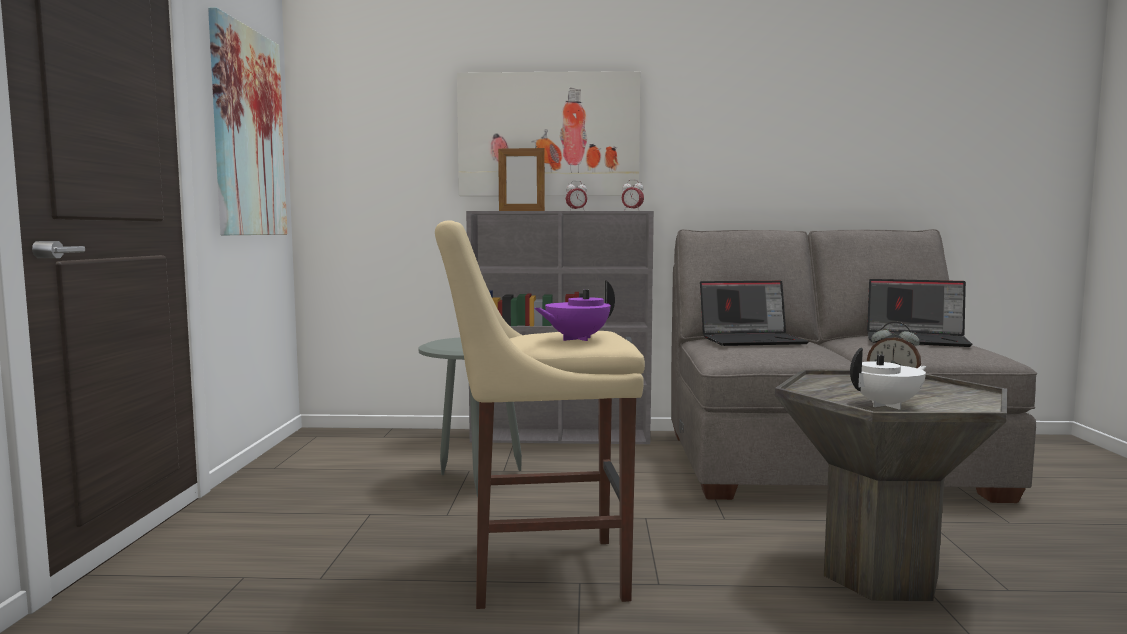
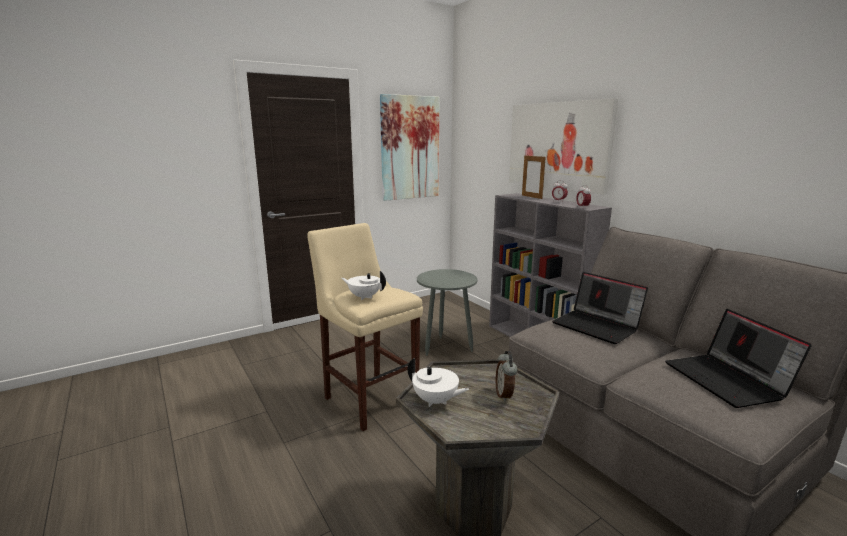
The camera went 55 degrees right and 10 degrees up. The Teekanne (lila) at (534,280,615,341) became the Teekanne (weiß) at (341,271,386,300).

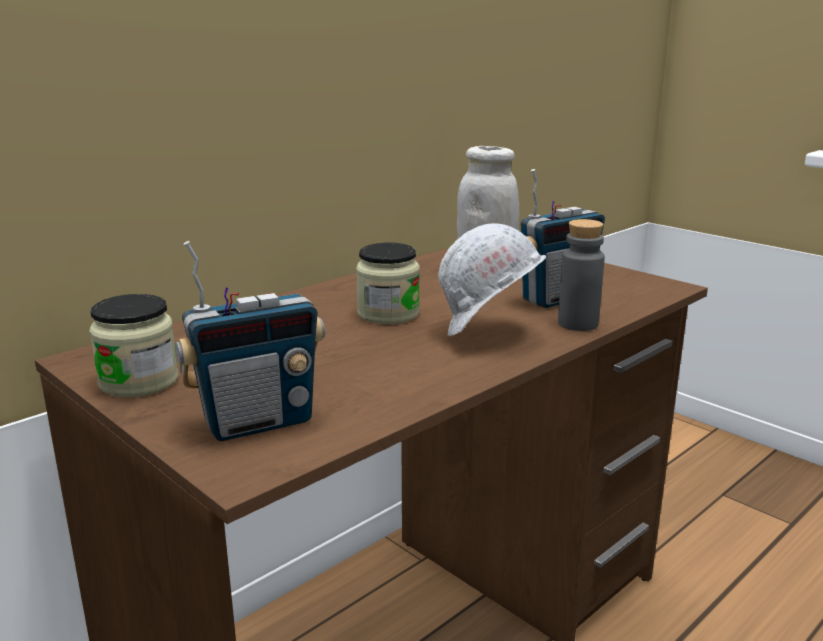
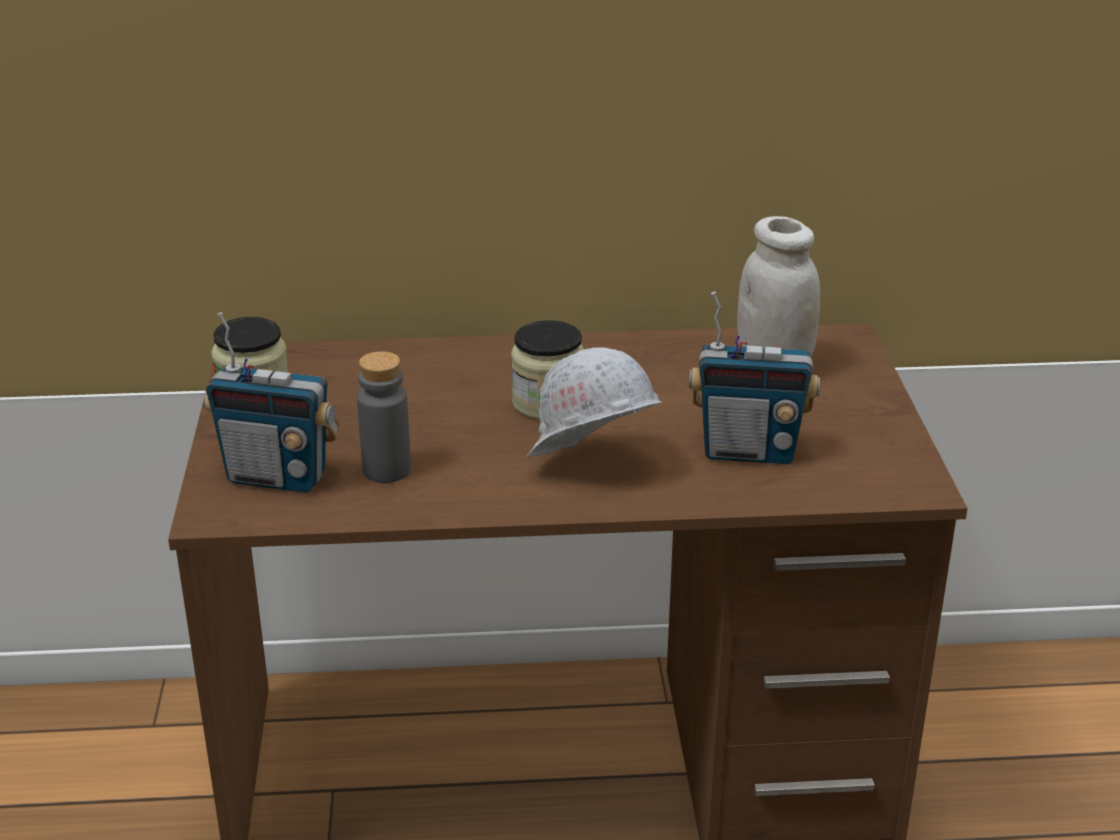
The camera went 40 degrees right and 10 degrees up. The Flasche (grau) moved from (558,219,605,331) to (357,351,411,483).

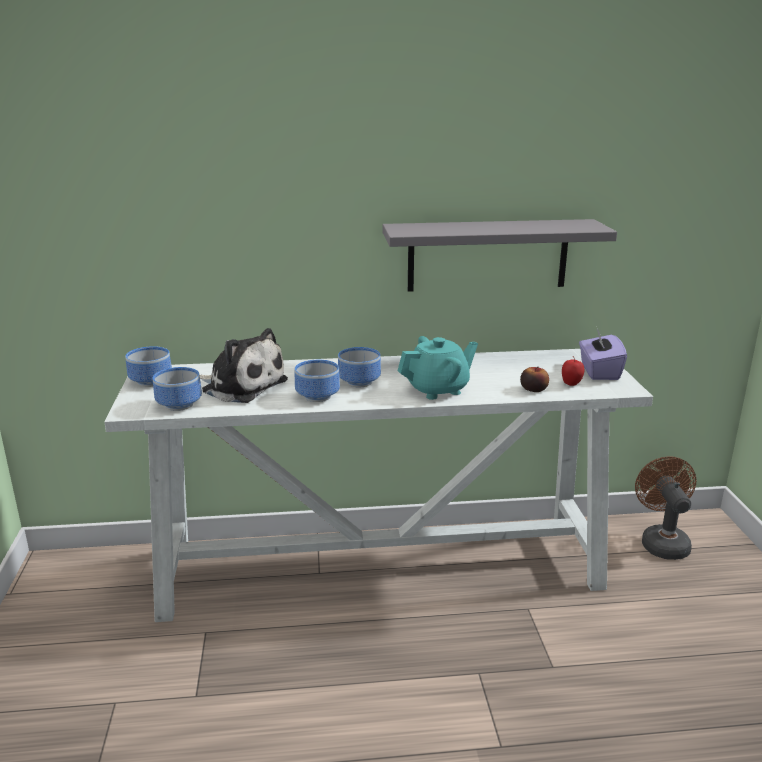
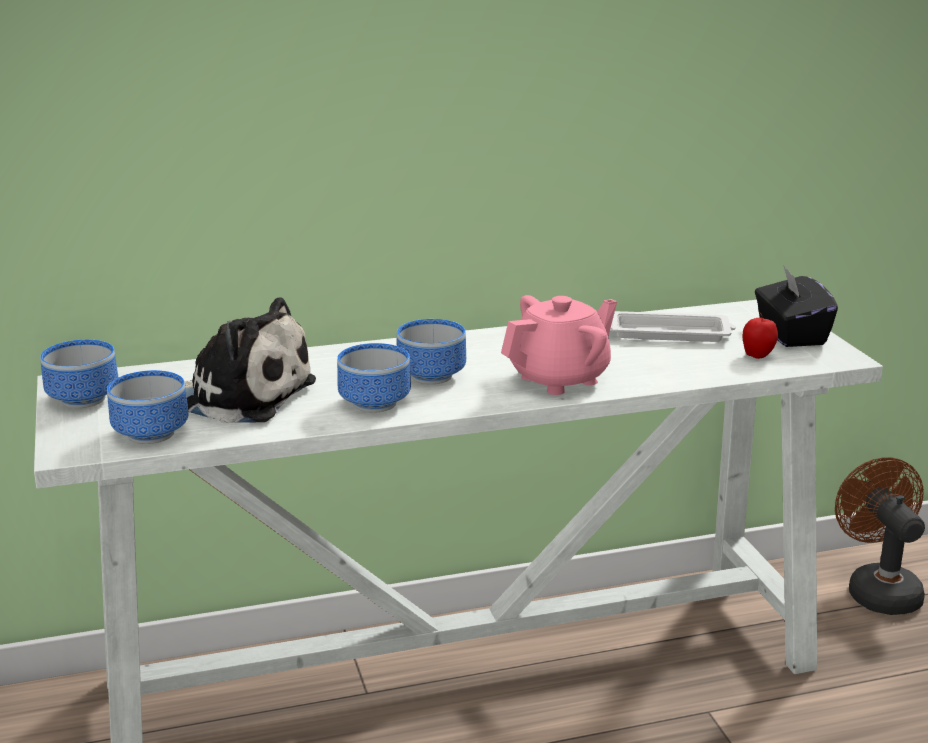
The camera went 10 degrees left and 0 degrees up. The Teekanne (türkis) at (397,336,478,400) became the Teekanne (rosa) at (501,295,617,395). The Tablett (weiß) at (610,311,736,342) appeared. The Taschentuchbox (lila) at (579,326,627,380) became the Taschentuchbox (schwarz) at (755,265,838,347). The Wandregal (grau) at (382,219,617,292) disappeared. The Apfel at (520,367,549,392) disappeared.

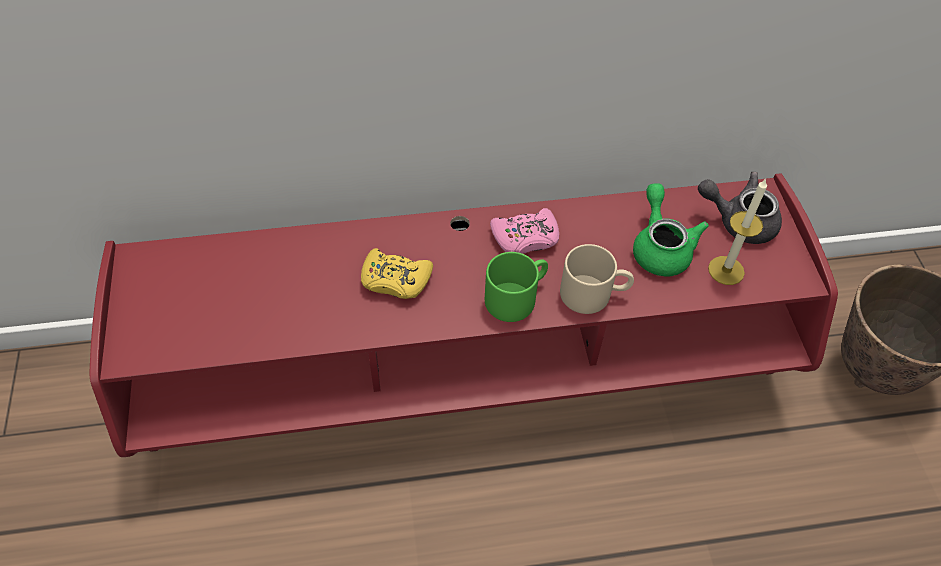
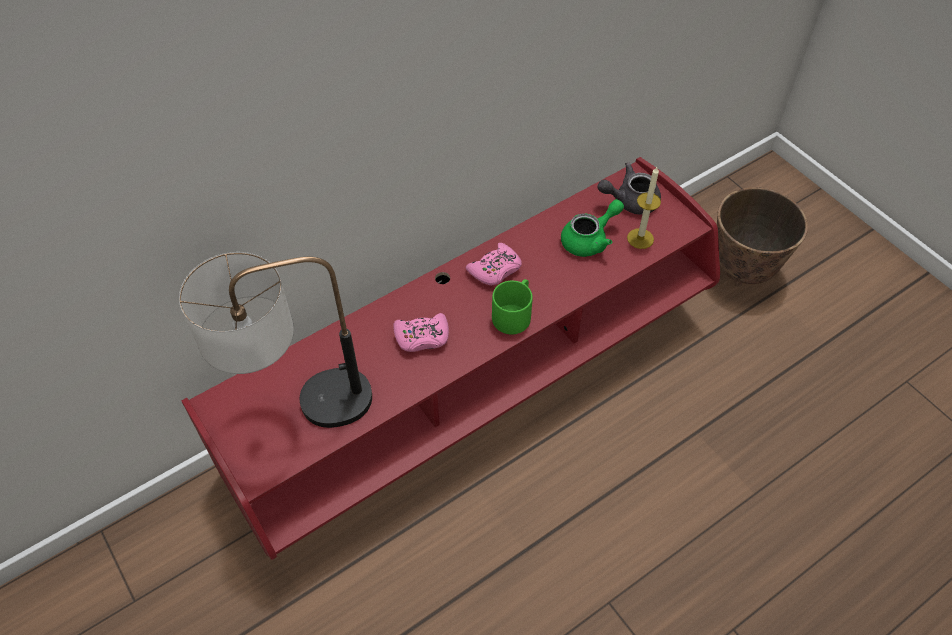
The camera went 25 degrees left and 0 degrees up. The Tischlampe at (179,252,372,428) appeared. The Gamepad (gelb) at (361,248,433,299) became the Gamepad (rosa) at (393,313,449,352). The Teekanne (grün) at (633,184,709,277) turned 90 degrees clockwise. The Henkelbecher (beige) at (560,244,634,314) disappeared.

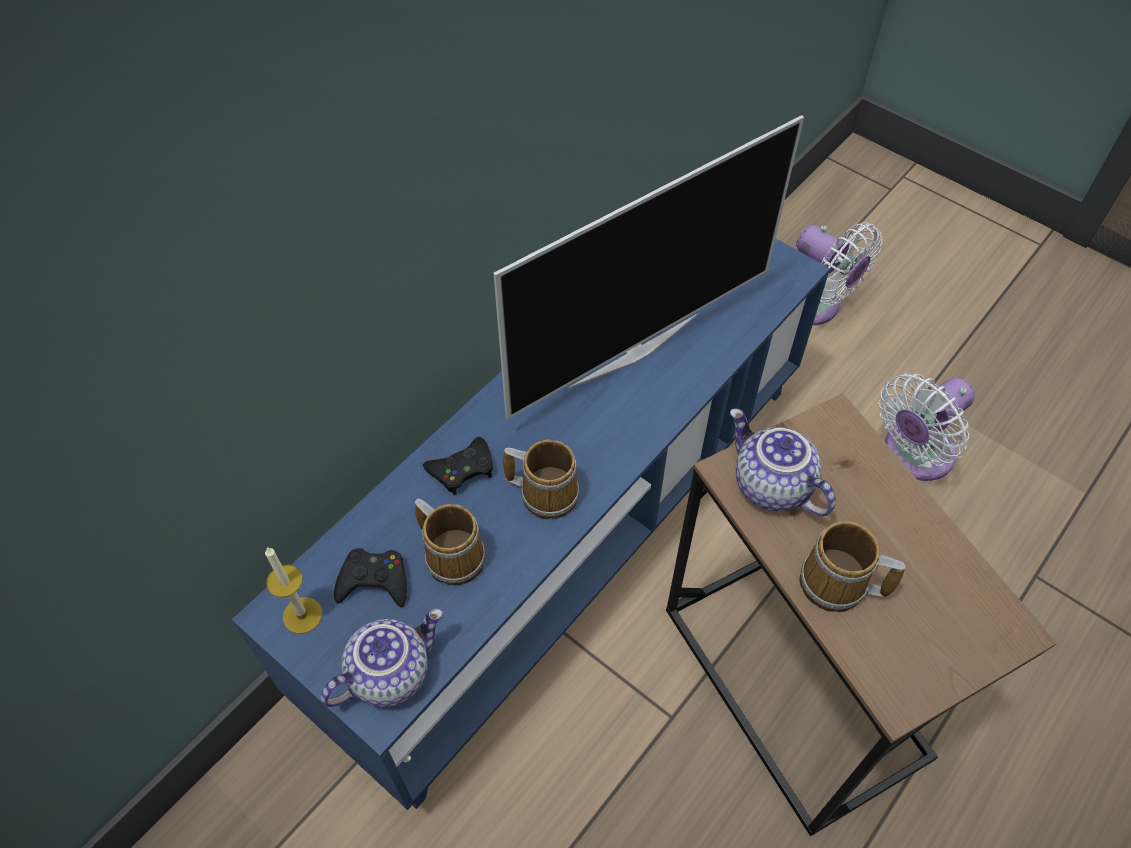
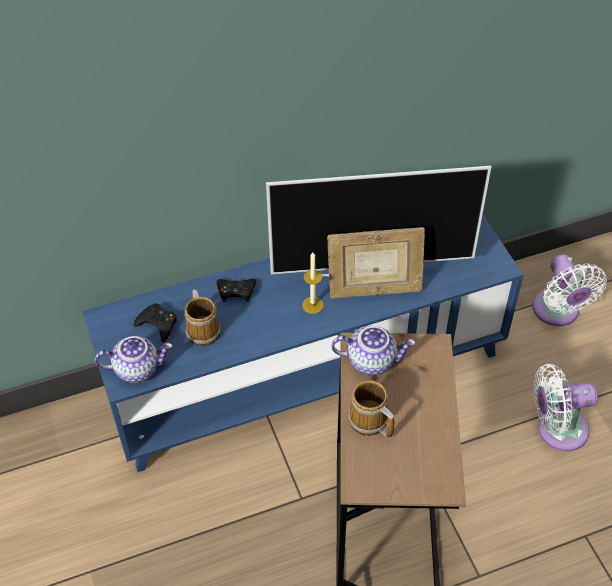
The camera went 30 degrees right and 5 degrees down. The Kerze moved from (265,547,322,634) to (302,252,324,314). The Bilderrahmen at (327,227,425,299) appeared. The Teekanne at (730,409,836,516) turned 105 degrees clockwise. The Henkelbecher at (503,439,579,519) disappeared.

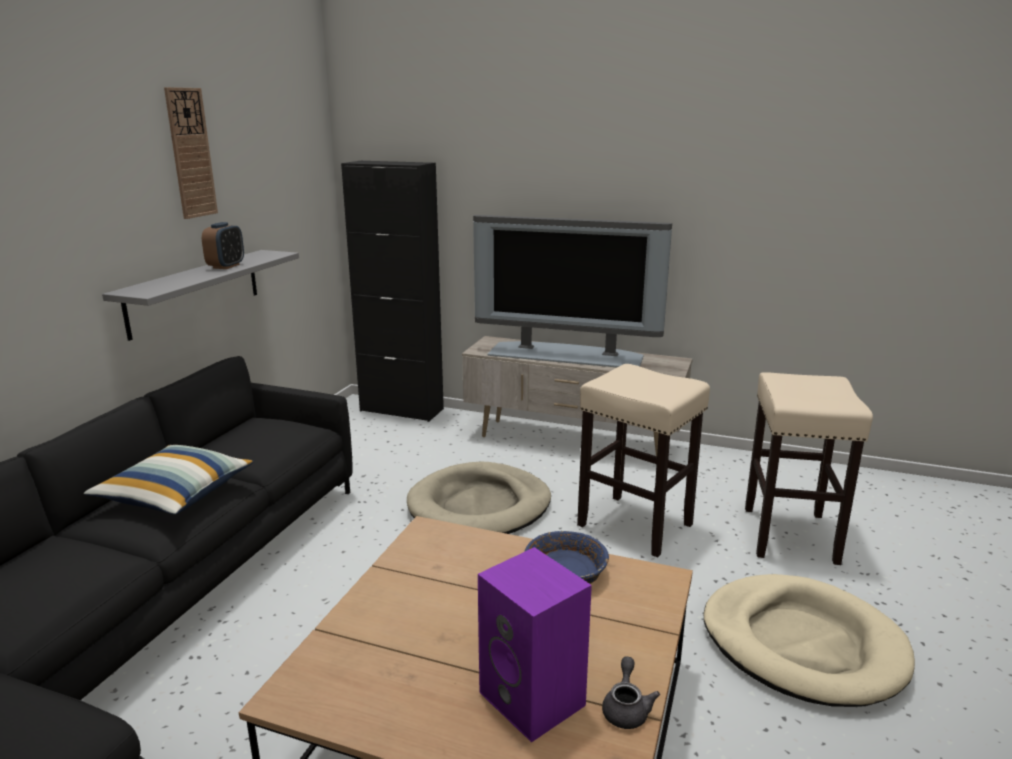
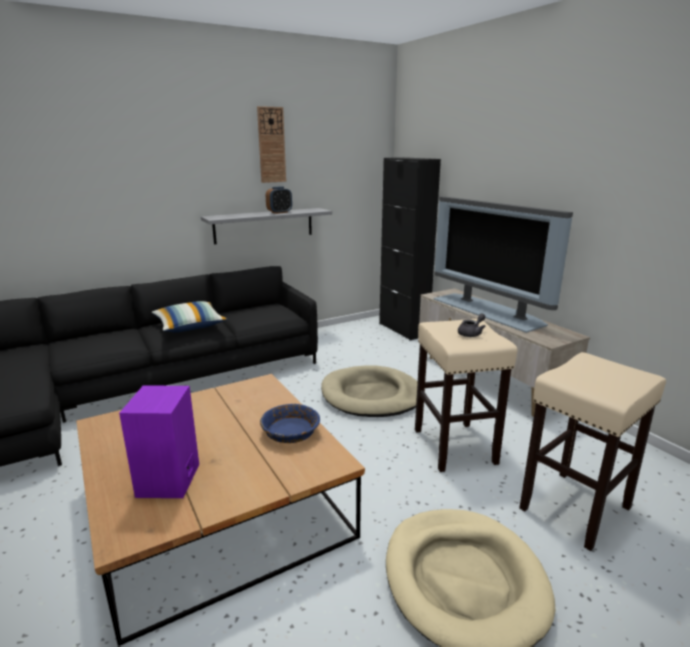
The camera went 40 degrees right and 0 degrees up. The Teekanne (grau) moved from (602,656,660,729) to (458,314,486,337).

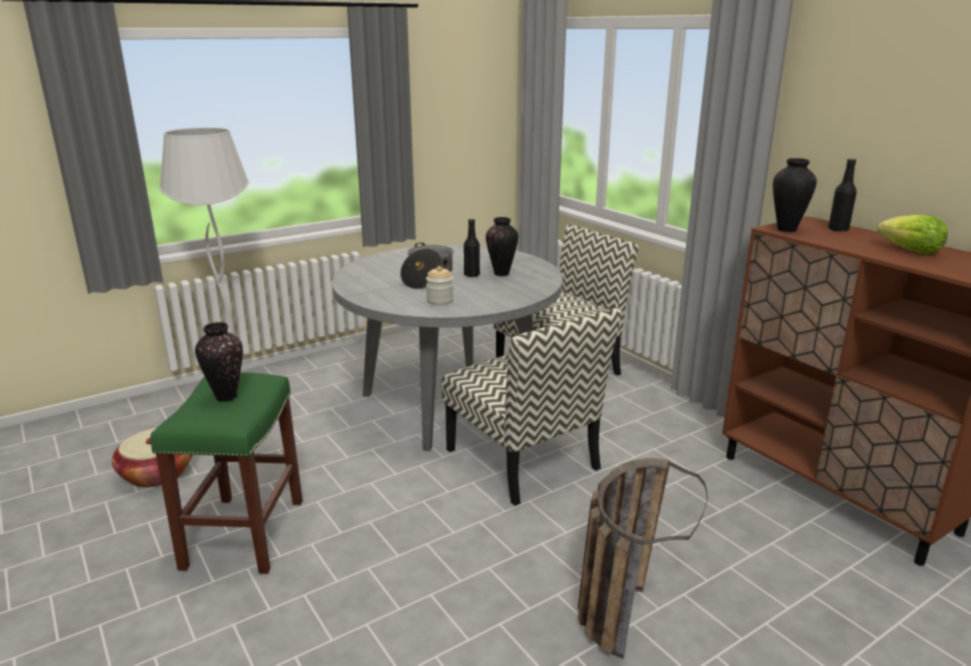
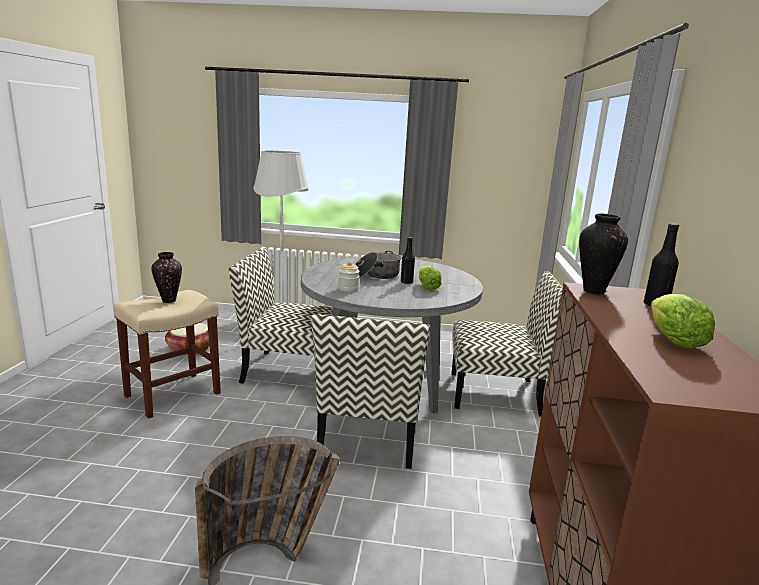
The camera went 40 degrees right and 5 degrees down. The Hocker (grün) at (150,373,303,574) became the Hocker (beige) at (113,290,221,418). The Stuhl at (229,248,333,383) appeared. The Vase at (486,217,518,276) was replaced by the Salatkopf at (419,265,442,290).

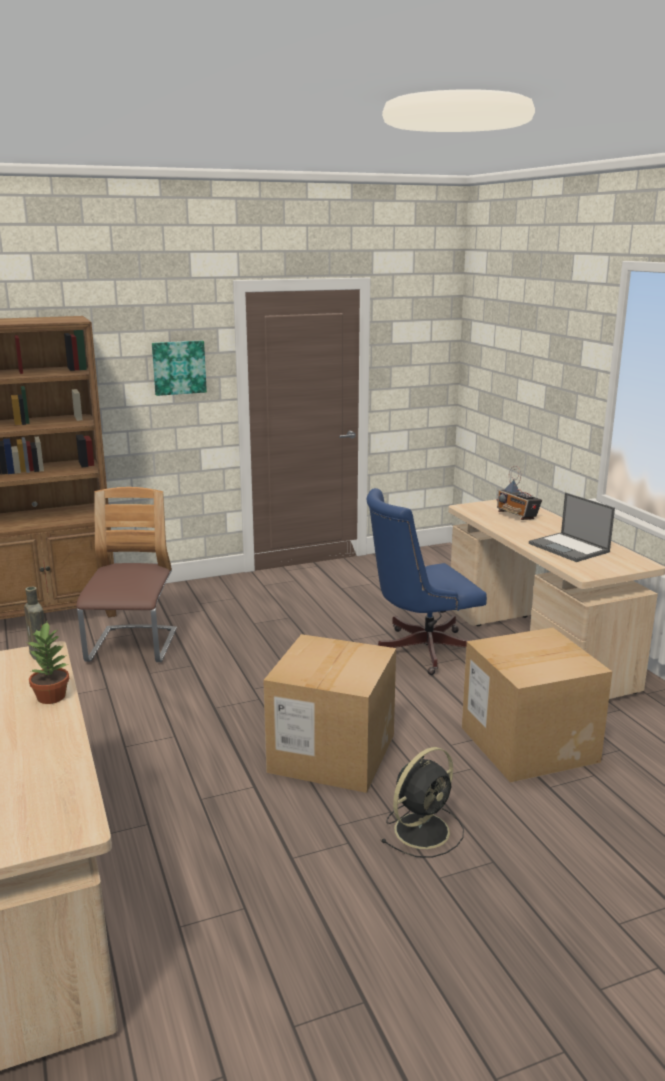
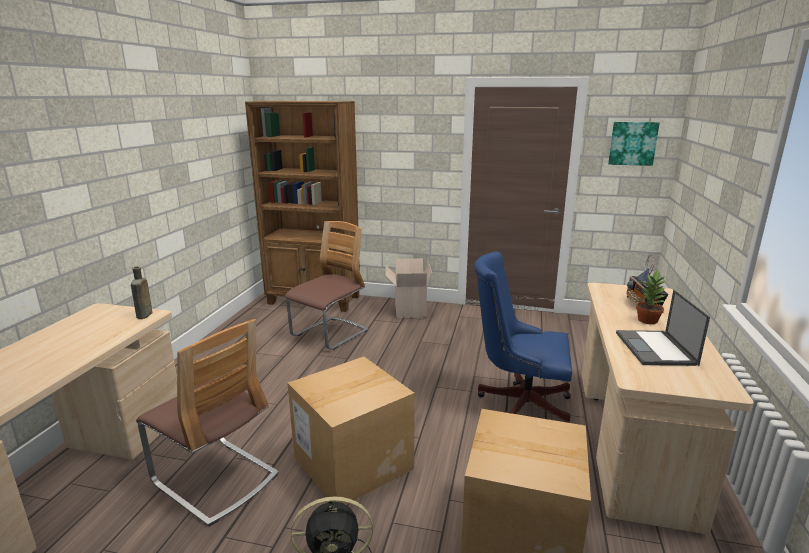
The camera went 35 degrees right and 0 degrees up. The Stuhl at (136,319,279,526) appeared. The Karton at (385,258,432,318) appeared. The Bild moved from (152,341,207,396) to (608,122,660,166). The Topfpflanze moved from (26,622,69,704) to (636,271,667,324).

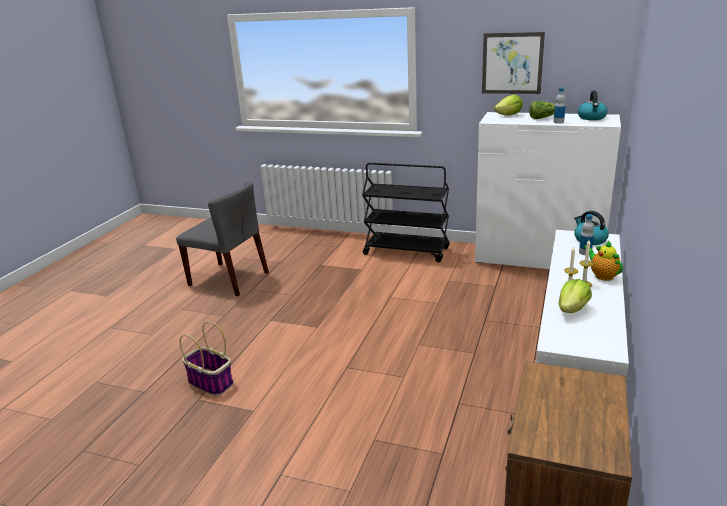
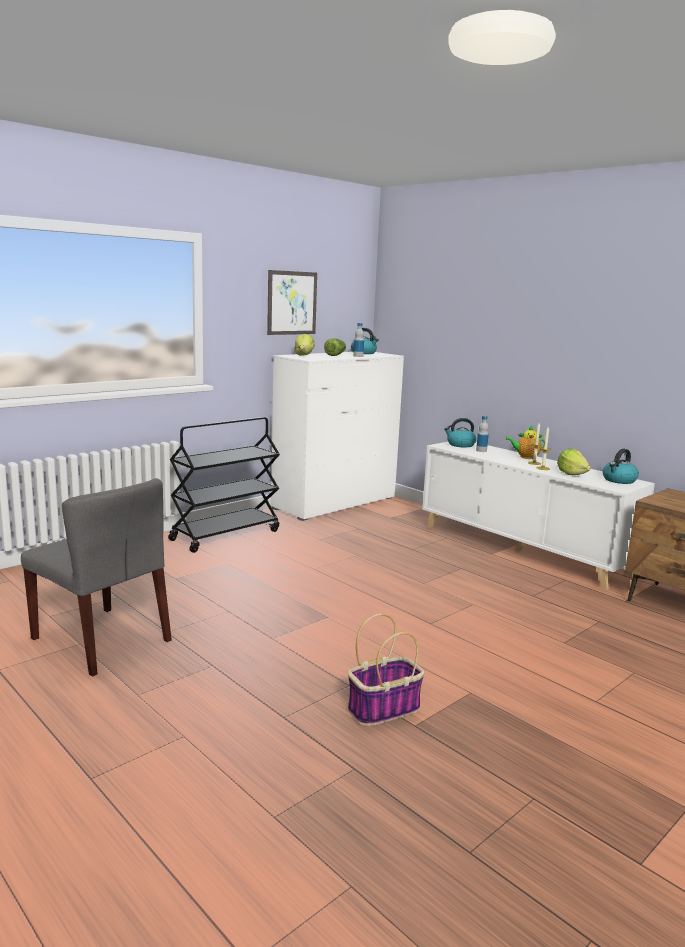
The camera went 65 degrees left and 10 degrees down. The Stuhl (grau) at (176,181,269,296) turned 75 degrees clockwise. The Wasserkessel at (602,449,639,484) appeared.

